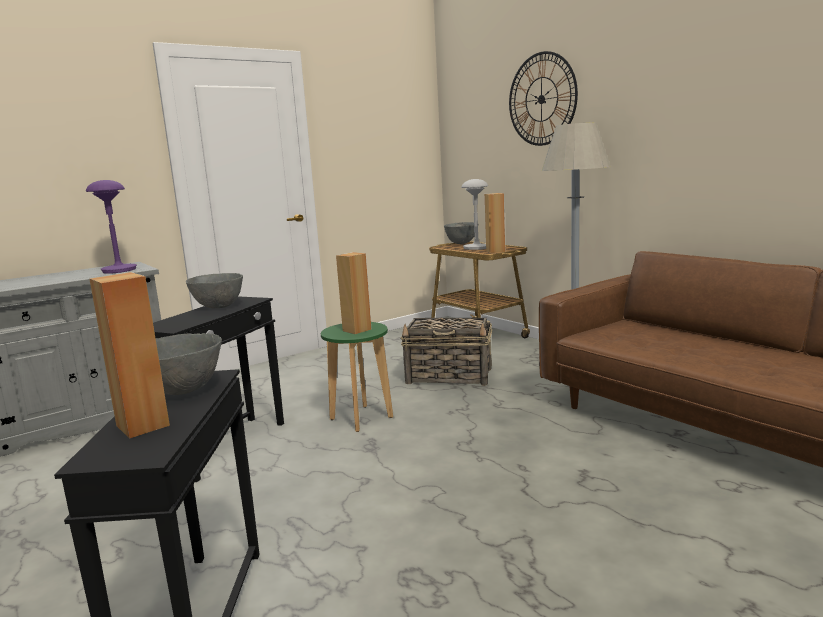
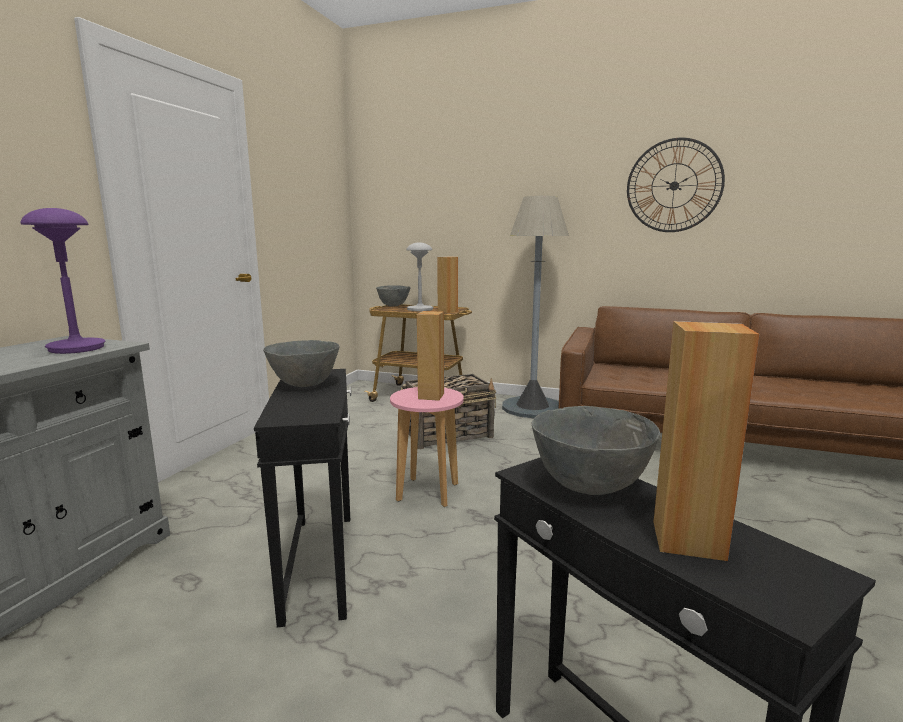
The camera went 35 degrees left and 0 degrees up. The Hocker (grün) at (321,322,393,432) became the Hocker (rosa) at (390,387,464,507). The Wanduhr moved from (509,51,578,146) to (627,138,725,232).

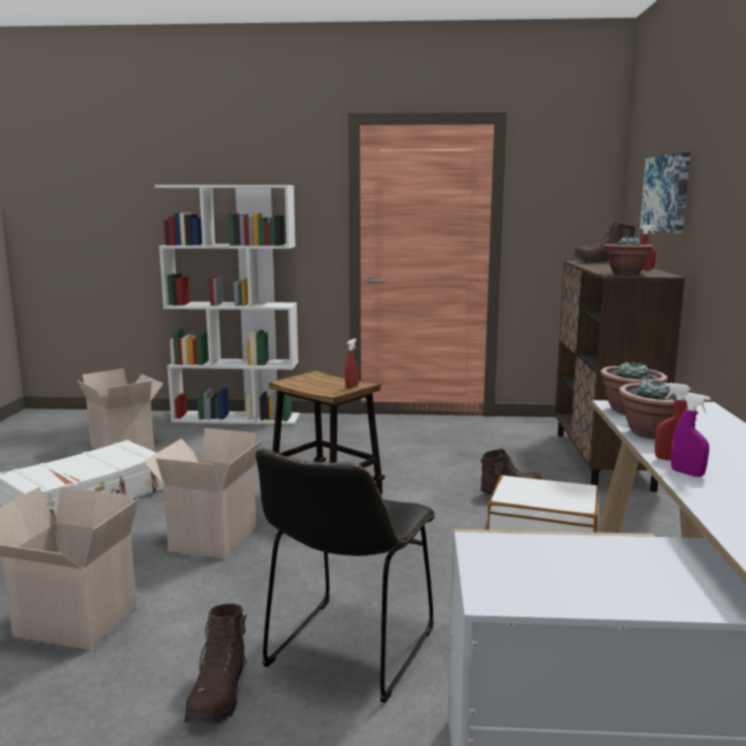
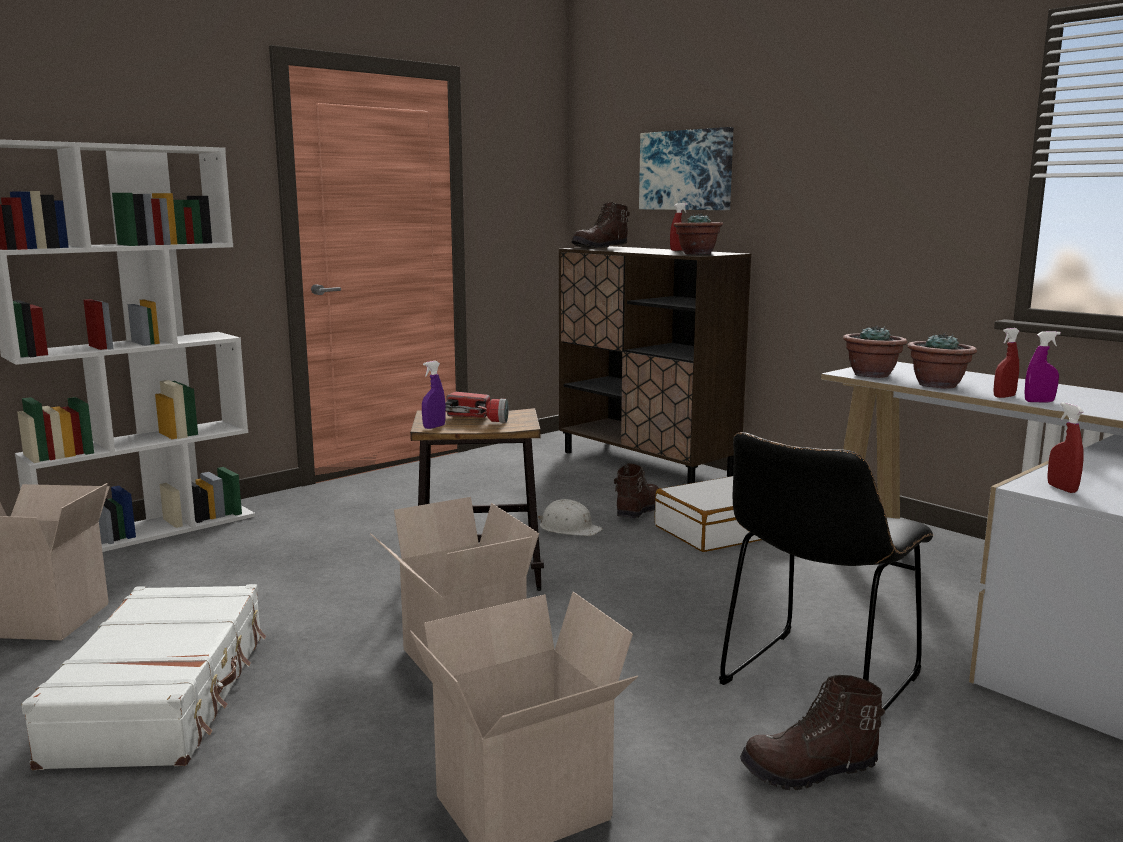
The camera went 45 degrees left and 0 degrees up. The Sprühflasche (lila) at (422,361,446,429) appeared. The Taschenlampe at (445,392,509,423) appeared. The Schutzhelm (weiß) at (537,499,602,536) appeared. The Stuhl (schwarz) at (256,449,435,703) turned 60 degrees clockwise. The Stiefel (braun) at (184,604,248,724) turned 120 degrees clockwise. The Sprühflasche (rot) moved from (345,339,359,389) to (1047,402,1084,493).

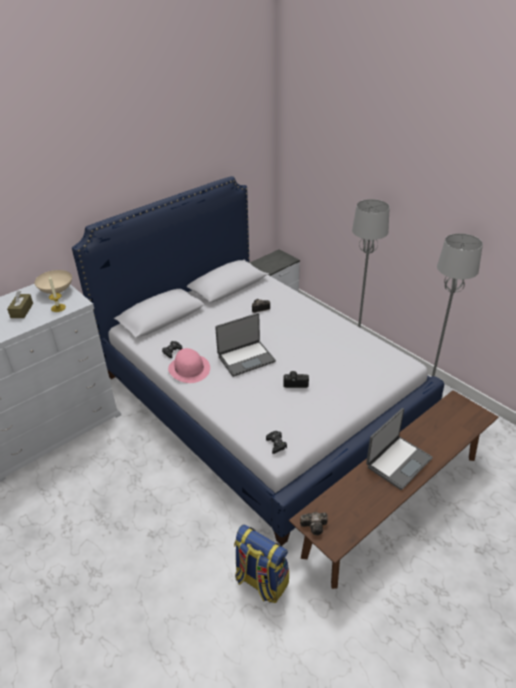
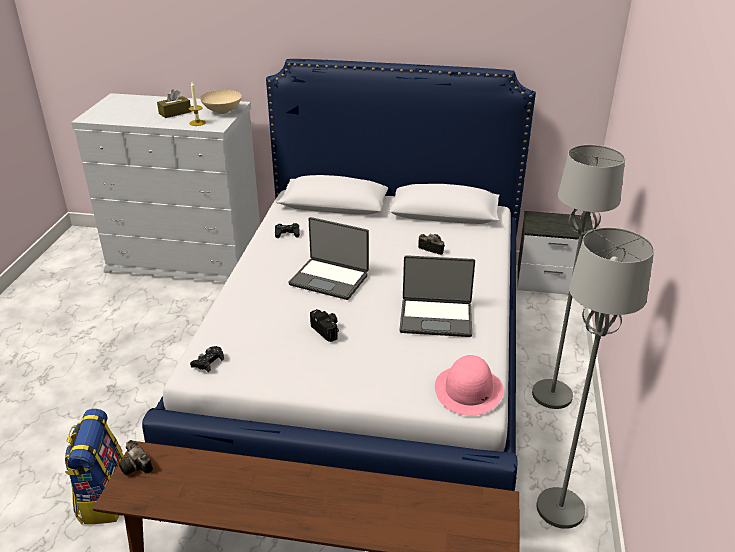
The camera went 50 degrees right and 5 degrees down. The Laptop moved from (366,408,433,490) to (399,255,475,337). The Hut (rosa) moved from (168,348,210,383) to (435,355,504,416).

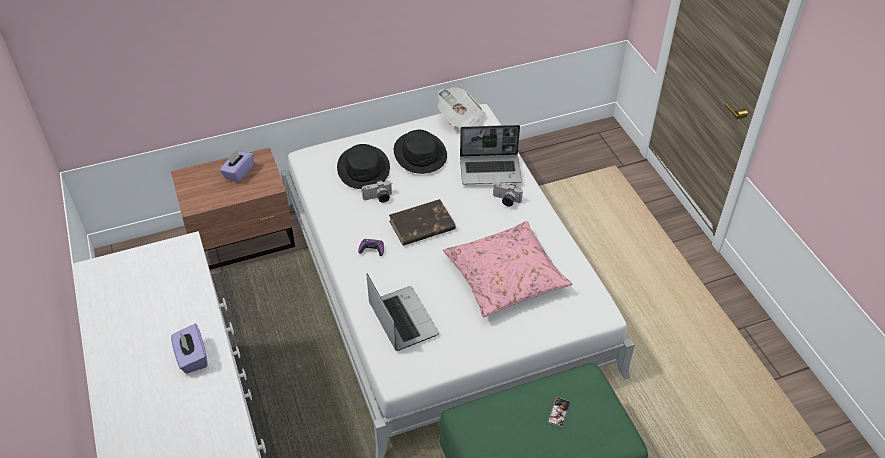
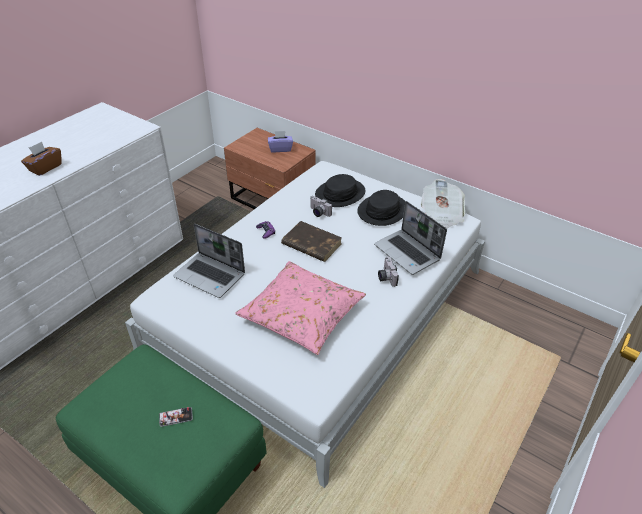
The camera went 55 degrees right and 5 degrees down. The Taschentuchbox (lila) at (171,324,208,373) became the Taschentuchbox (braun) at (21,142,62,176). The Laptop at (366,273,439,351) turned 90 degrees clockwise.

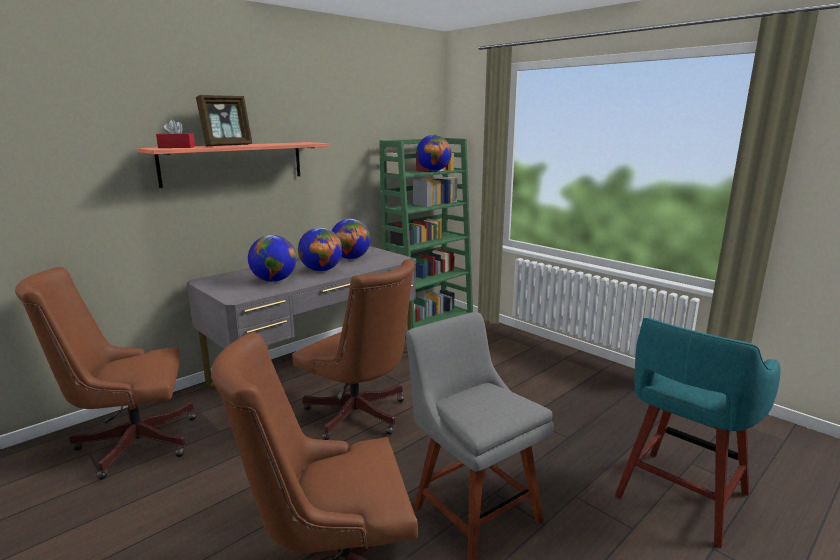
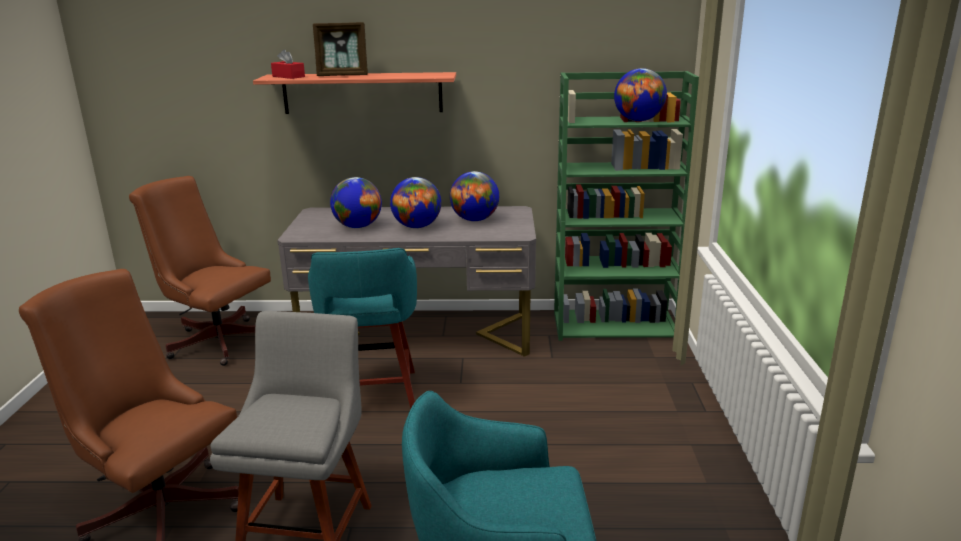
The camera went 45 degrees right and 5 degrees up. The Bürostuhl (braun) at (292,259,415,440) was replaced by the Hocker (türkis) at (308,248,417,409).

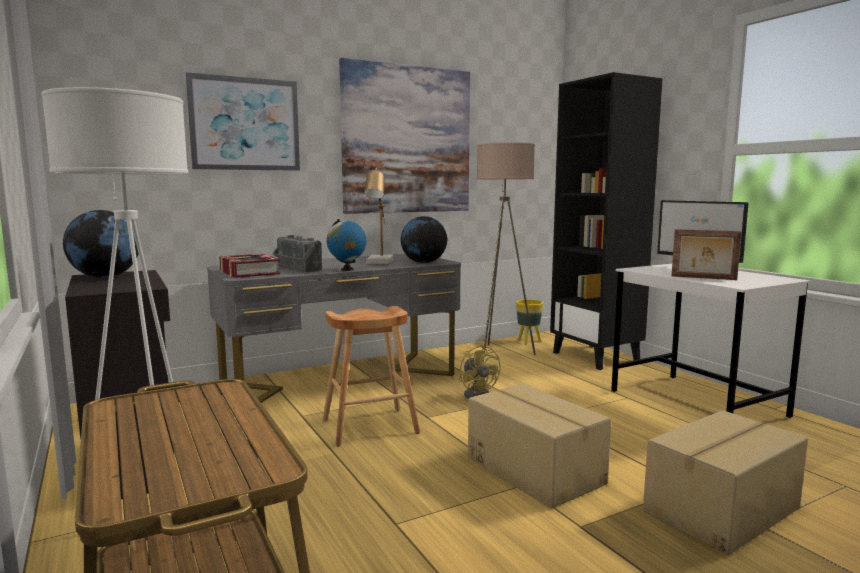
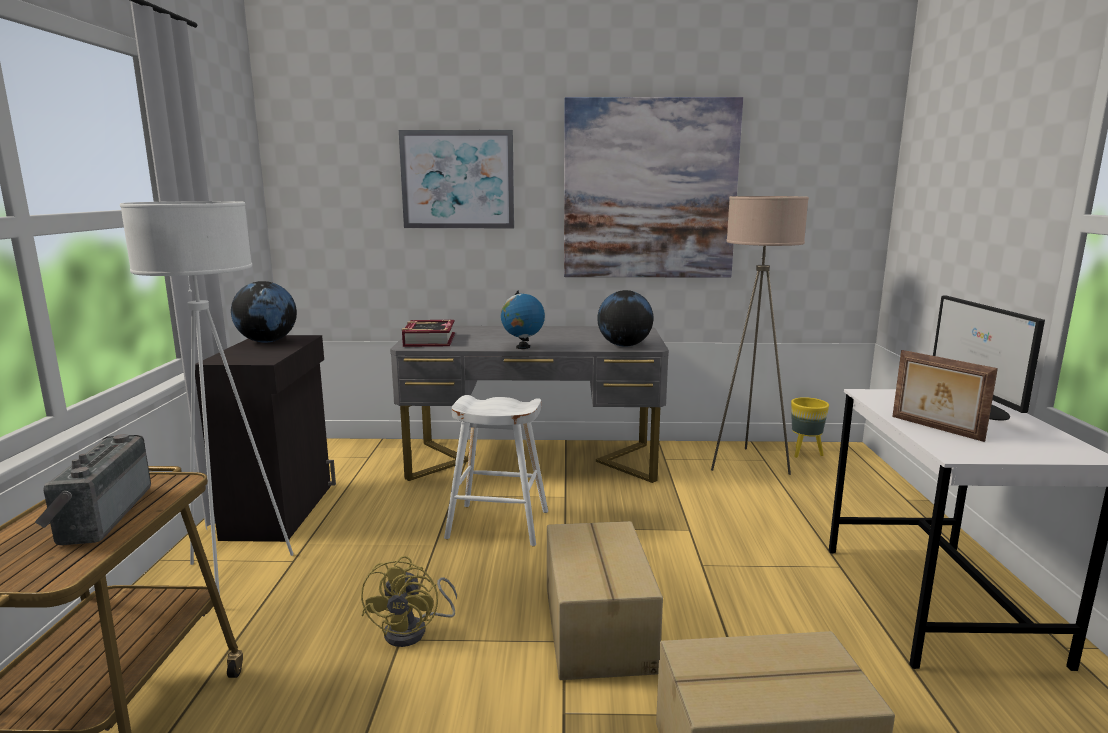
The camera went 30 degrees right and 5 degrees up. The Radio moved from (273,235,322,272) to (35,434,151,545). The Ventilator (gelb) moved from (459,344,501,399) to (361,556,457,647). The Hocker (braun) at (323,306,420,447) became the Hocker (weiß) at (444,395,548,546). The Tischlampe at (364,168,393,264) disappeared. The Bücherregal (schwarz) at (550,72,663,370) disappeared.

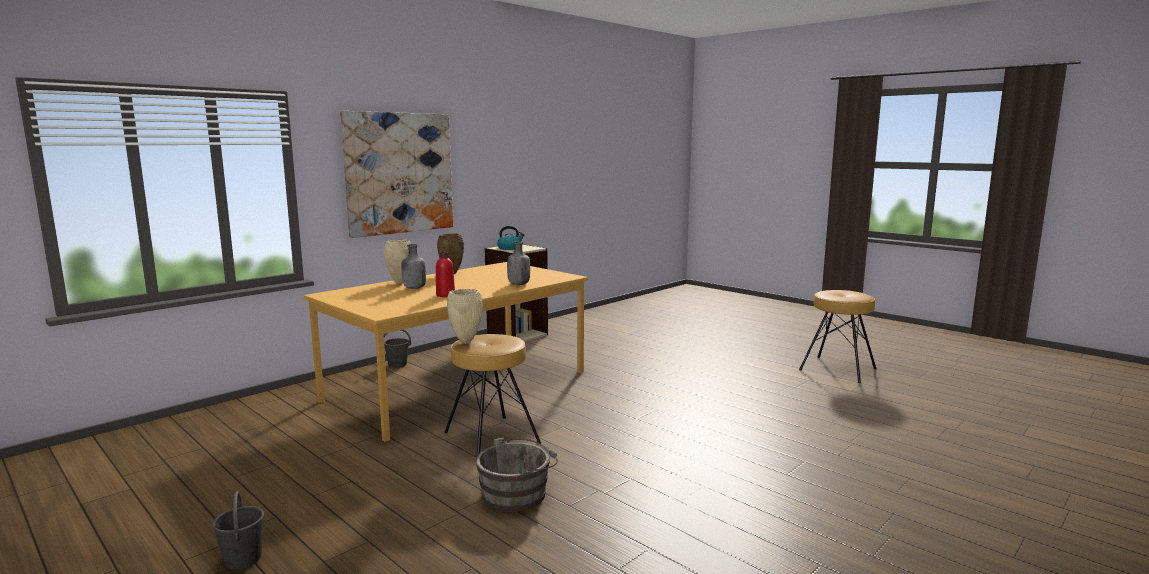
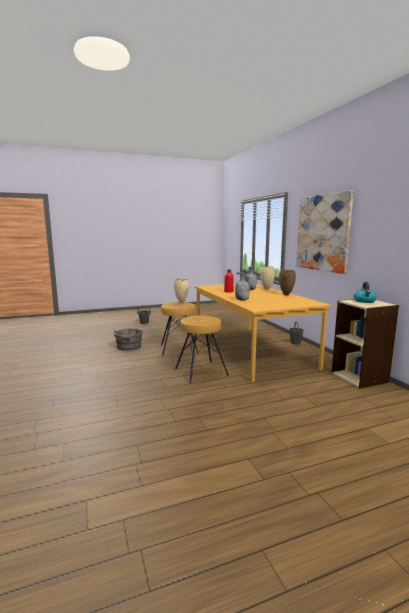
The camera went 115 degrees right and 0 degrees up. The Hocker (braun) moved from (799,290,876,383) to (175,315,229,384).

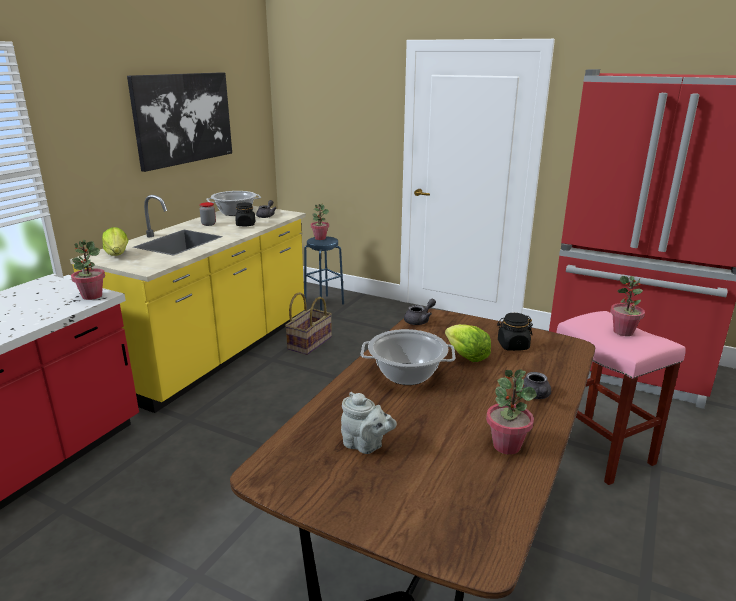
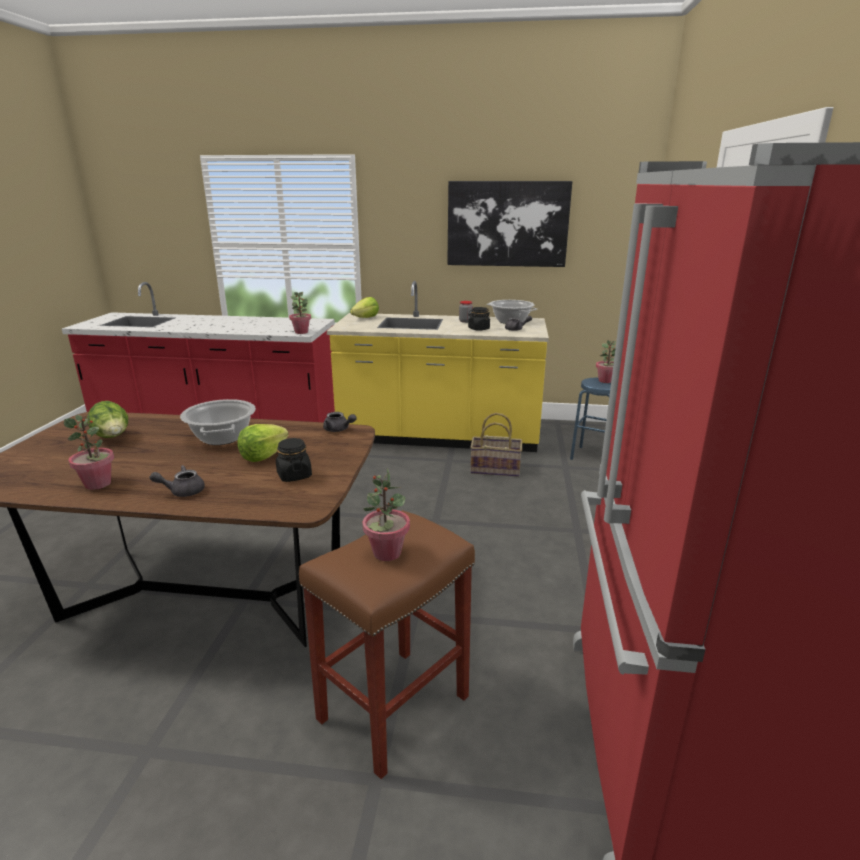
The camera went 70 degrees right and 0 degrees up. The Teekanne (grau) at (341,392,397,454) was replaced by the Salatkopf at (87,401,128,438). The Hocker (rosa) at (556,311,686,485) became the Hocker (braun) at (299,510,475,779).

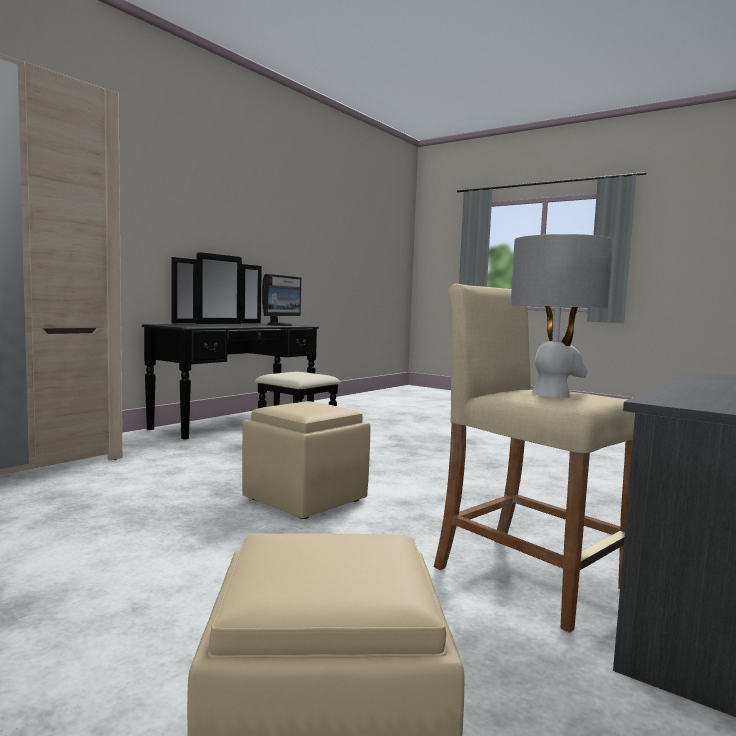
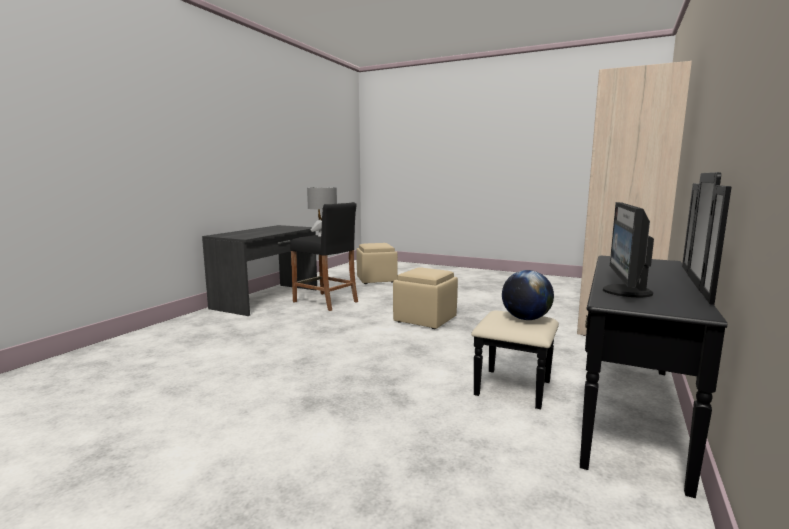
The camera went 170 degrees right and 5 degrees up. The Hocker (beige) at (434,284,635,633) became the Hocker (schwarz) at (290,202,358,311). The Globus at (502,270,554,320) appeared.

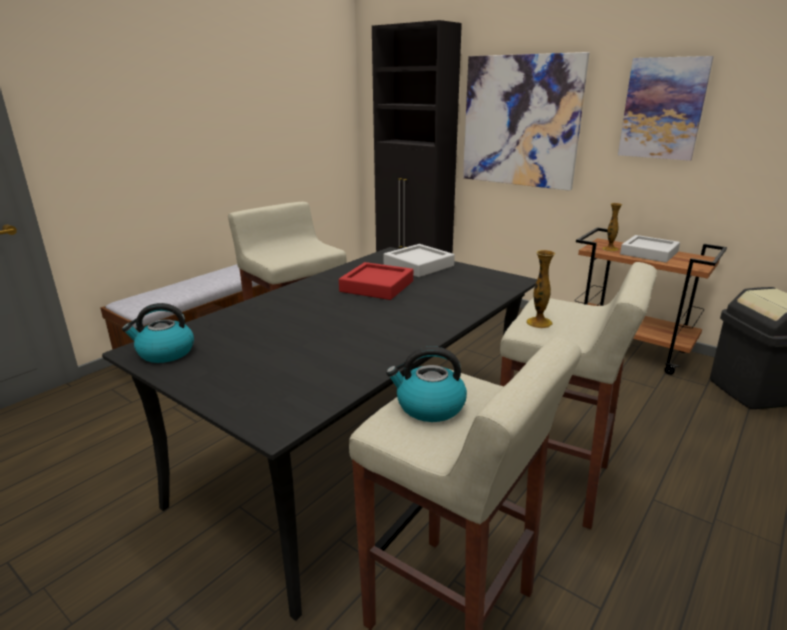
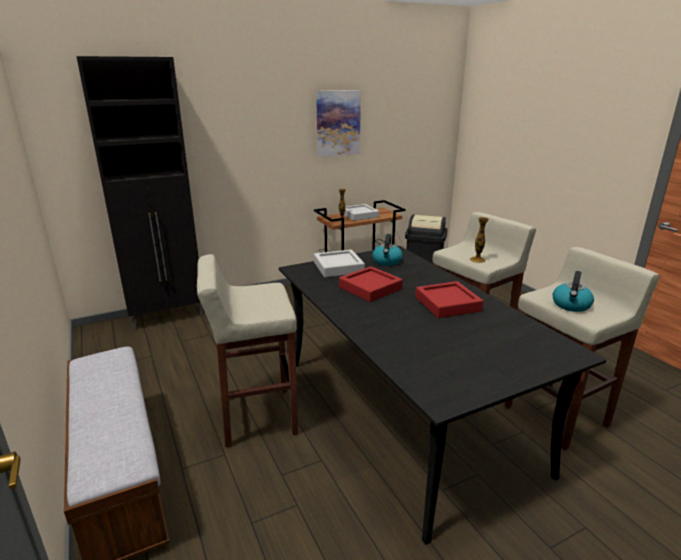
The camera went 65 degrees left and 0 degrees up. The Wasserkessel moved from (122,303,194,363) to (373,234,403,266). The Tablett (rot) at (416,281,483,318) appeared. The Bild at (463,52,589,191) disappeared.

